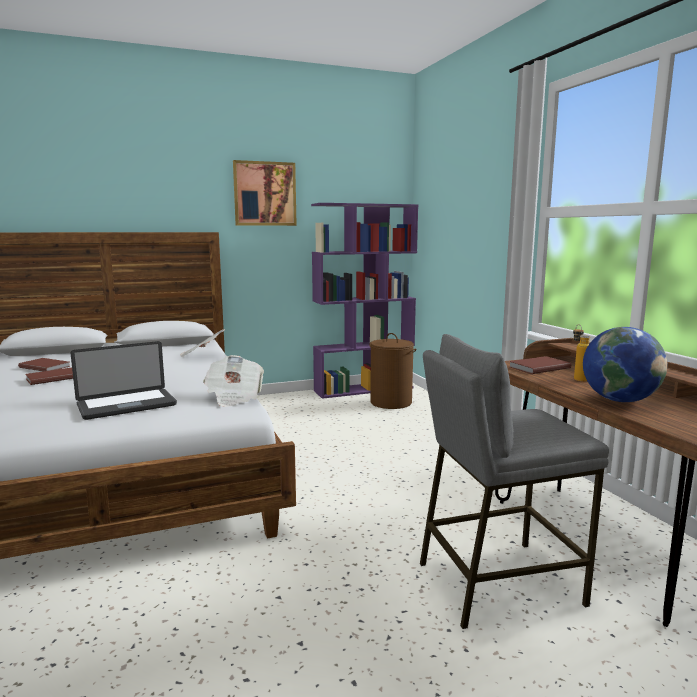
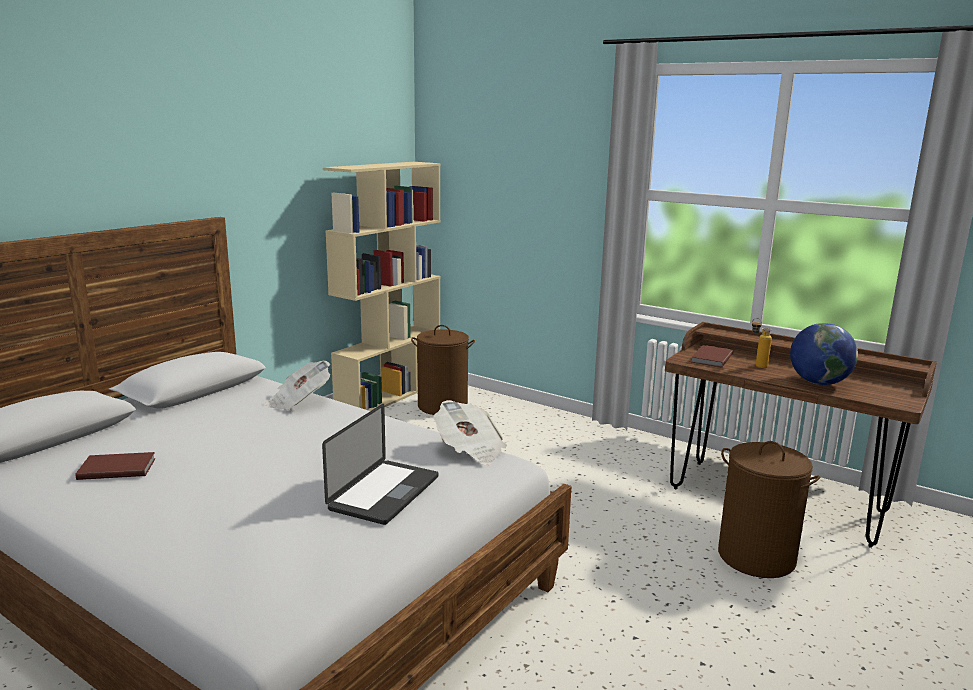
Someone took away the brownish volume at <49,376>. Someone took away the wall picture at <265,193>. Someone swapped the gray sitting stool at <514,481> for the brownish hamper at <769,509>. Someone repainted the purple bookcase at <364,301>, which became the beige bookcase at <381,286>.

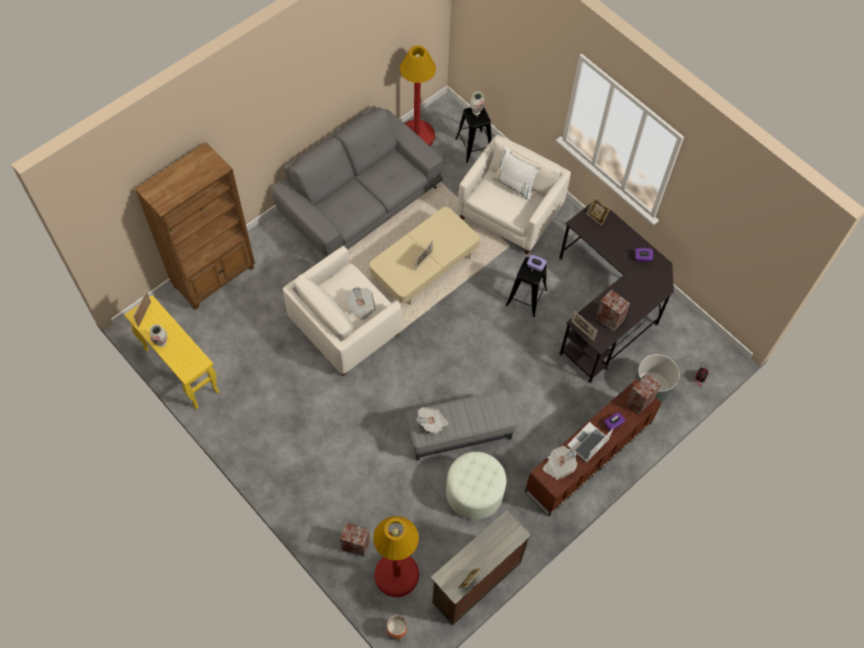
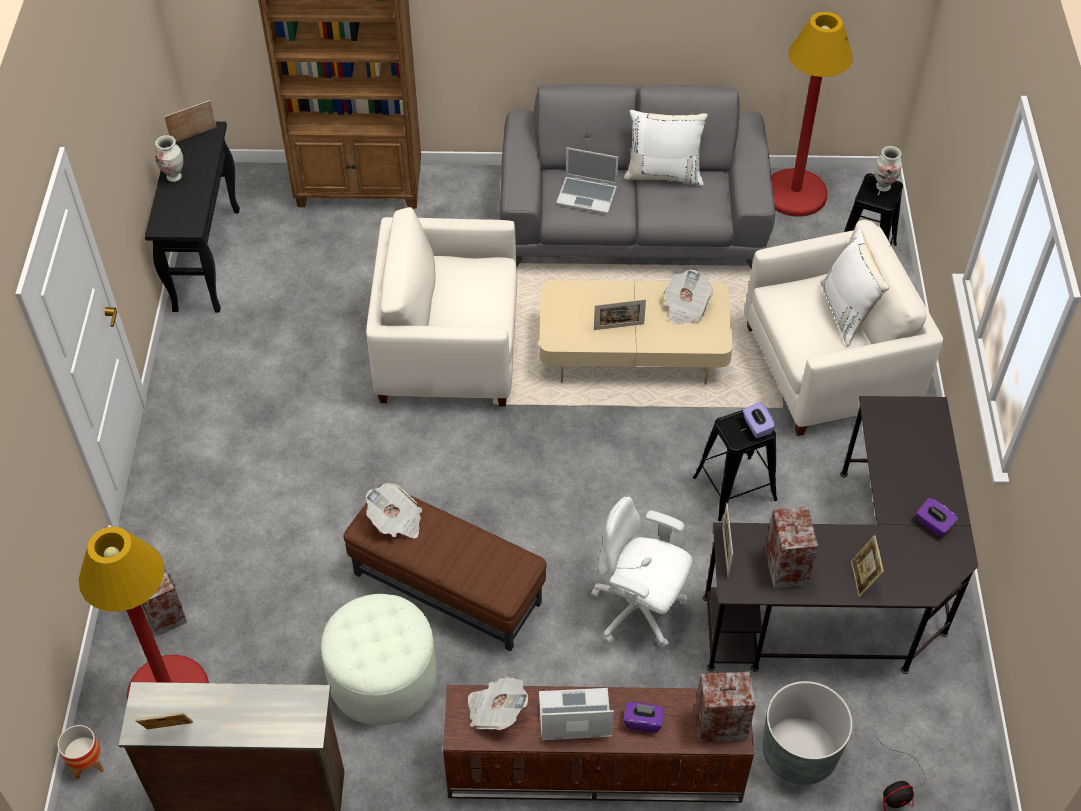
Someone put down the notebook computer at <587,180>. Someone put down the white-coloured office chair at <641,572>. Someone put down the white-coloured cushion at <665,148>. Someone carried the printed paper from <361,304> to <688,297>. Someone carried the picture frame from <598,211> to <867,566>. Someone repainted the yellow-coloured console table at <172,352>, which became the black console table at <192,217>. Someone repainted the gray ottoman at <461,425>, which became the brownish ottoman at <445,567>.

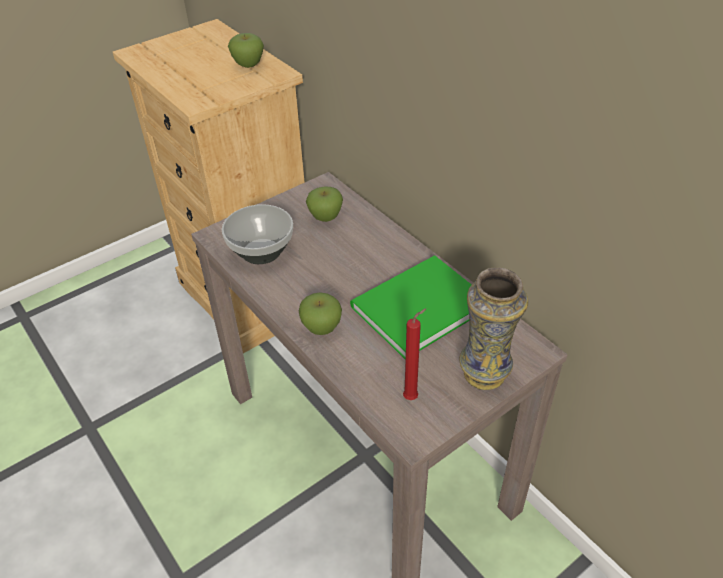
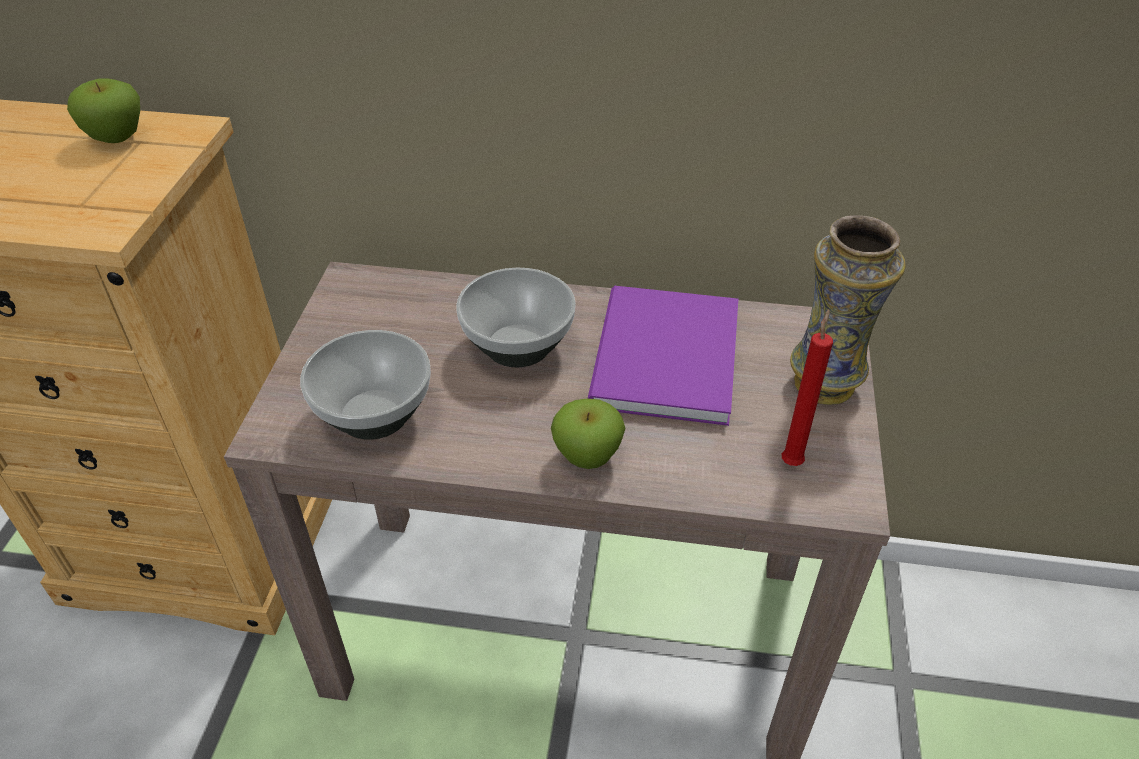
Someone took away the whole apple at <324,204>. Someone put down the deep dish at <516,318>. Someone repainted the green-coloured volume at <411,307>, which became the purple volume at <662,356>.

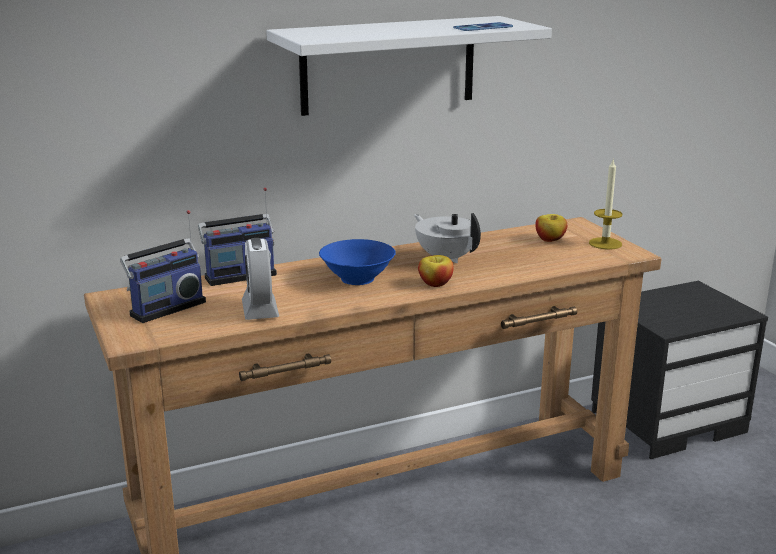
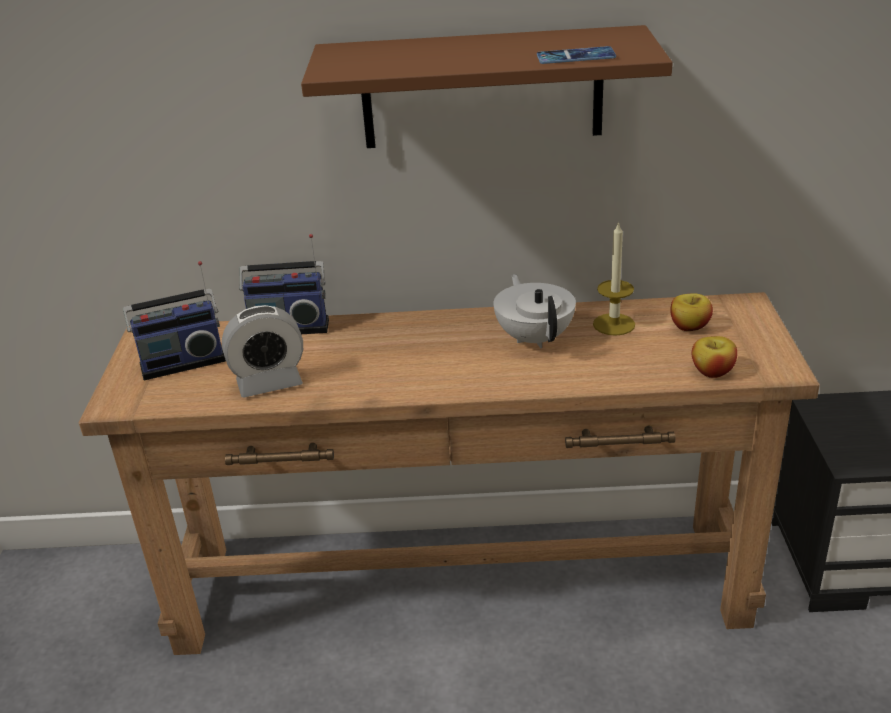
Someone took away the blue deep dish at <357,262>. Someone carried the whole apple from <435,271> to <714,357>. Someone carried the candle from <606,204> to <614,278>. Someone repainted the white-coloured wall shelf at <409,66>, which became the brownish wall shelf at <487,86>. Someone rotated the bedside clock at <260,279> by 120 degrees counterclockwise.

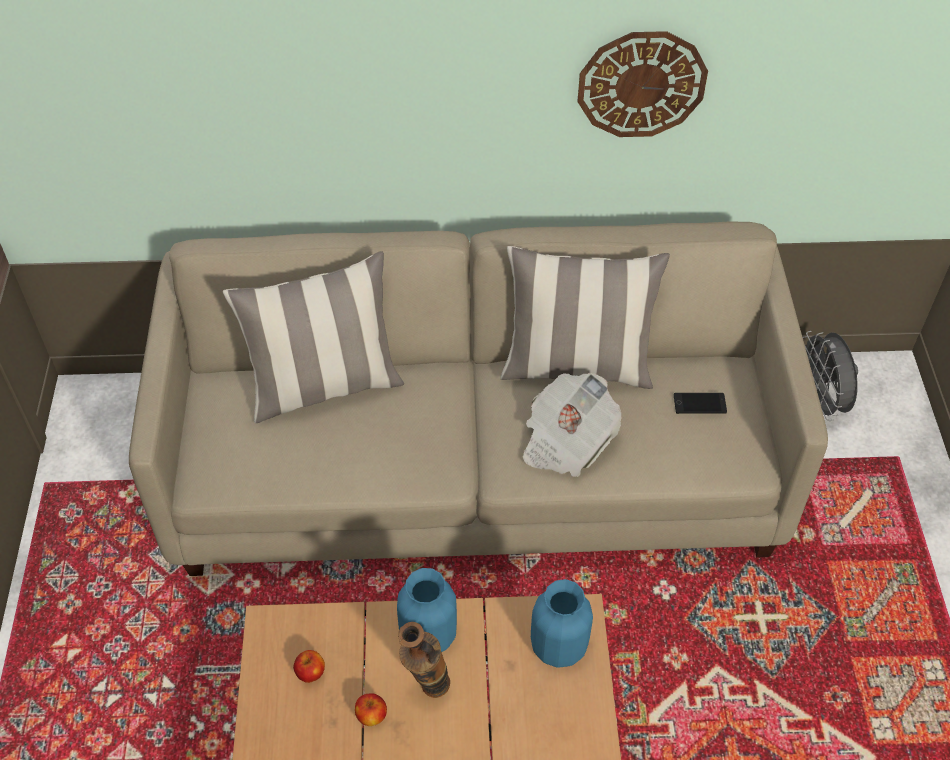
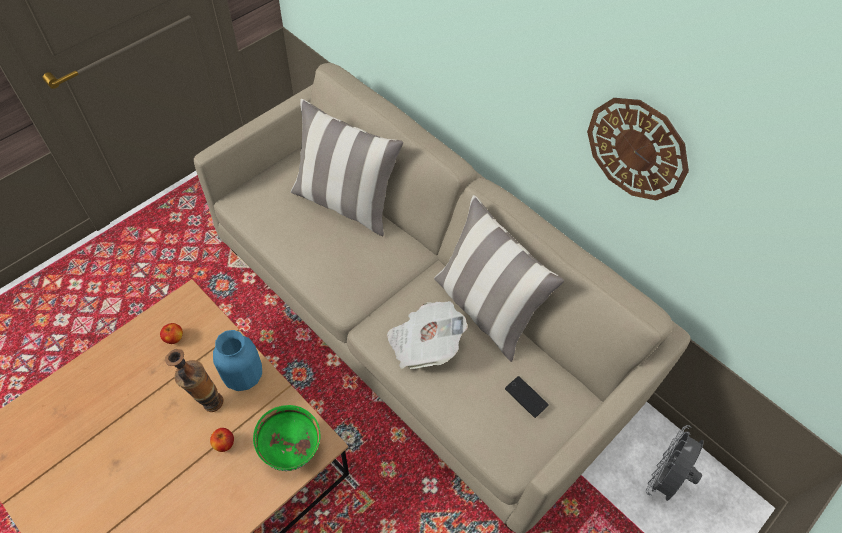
Someone carried the whole apple from <371,709> to <222,440>. Someone swapped the blue decorative vase at <562,623> for the green-coloured deep dish at <287,438>.

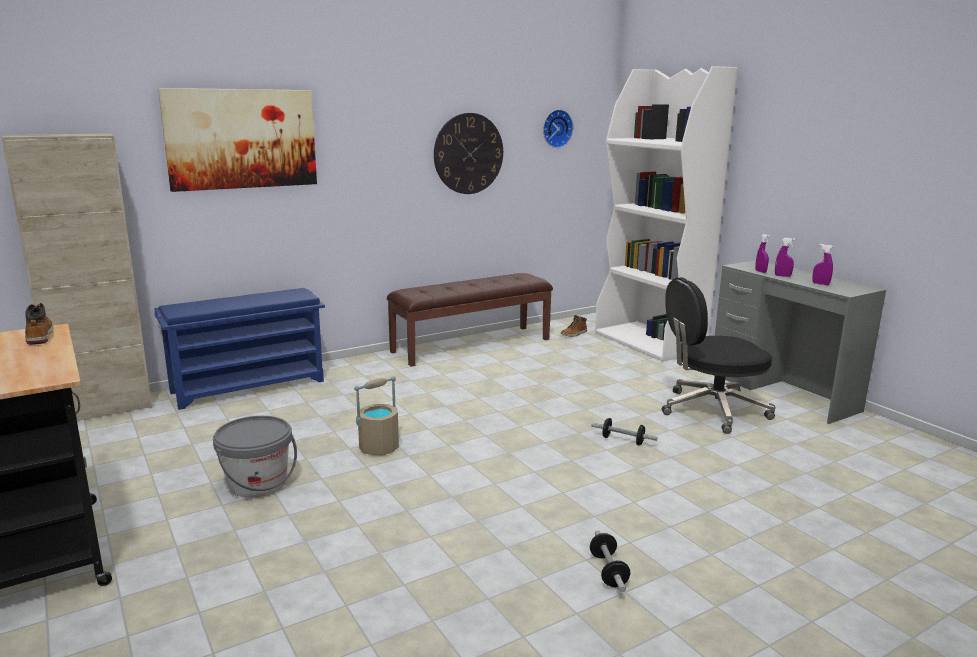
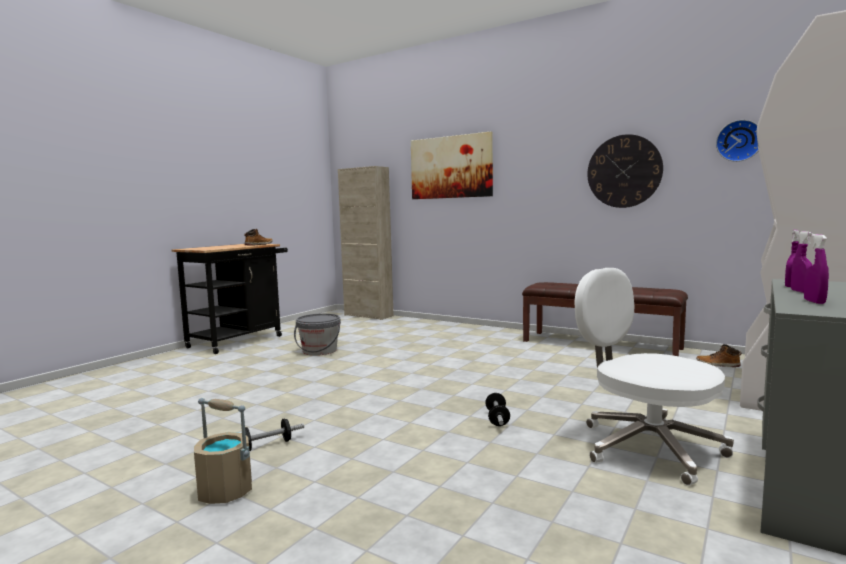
Someone took away the blue shoe shelf at <239,349>. Someone carried the beige pail from <376,415> to <223,451>. Someone repainted the black office chair at <719,355>, which became the white-coloured office chair at <654,377>.

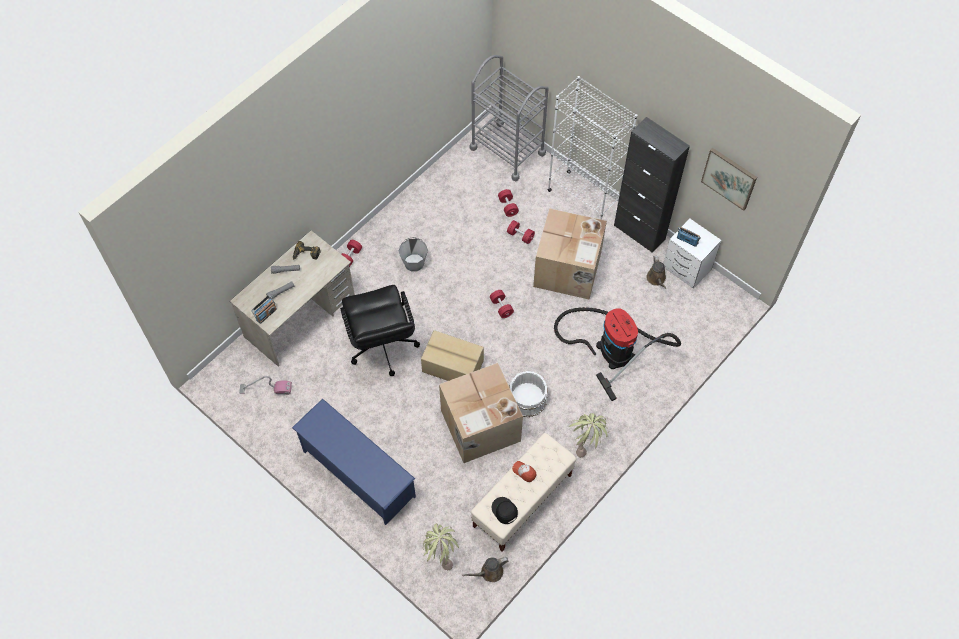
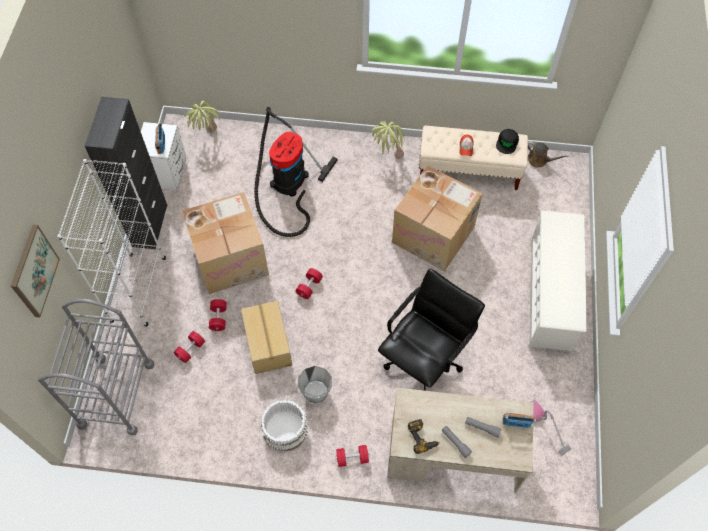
Someone took away the brownish watering can at <656,272>. Someone carried the carton from <452,355> to <266,337>. Someone carried the plant in a pot from <441,546> to <203,117>. Someone carried the white-coloured pail from <528,394> to <284,426>. Someone carried the wall picture from <729,179> to <35,271>. Someone repainted the blue shoe shelf at <354,462>, which became the white-coloured shoe shelf at <558,280>.

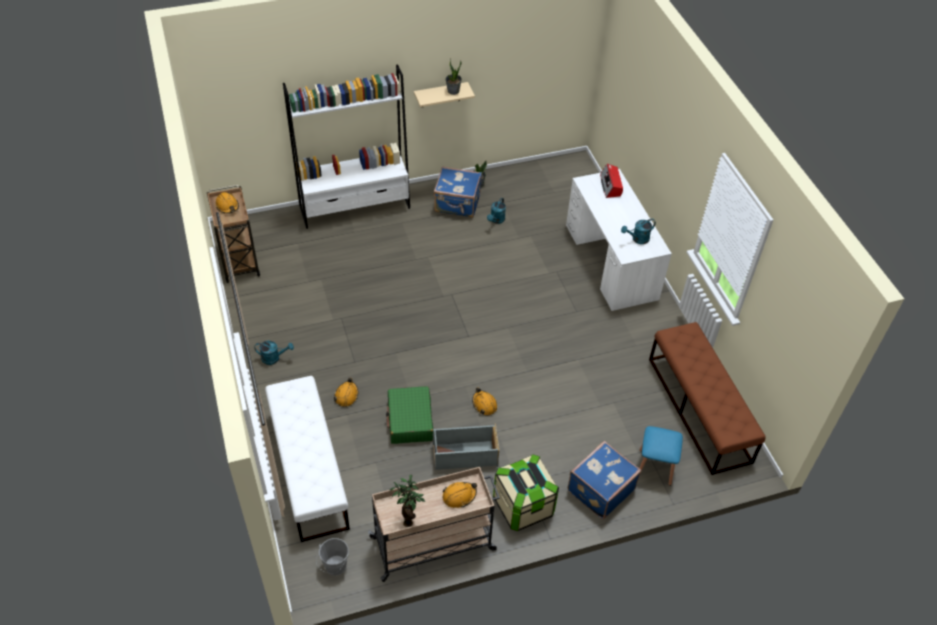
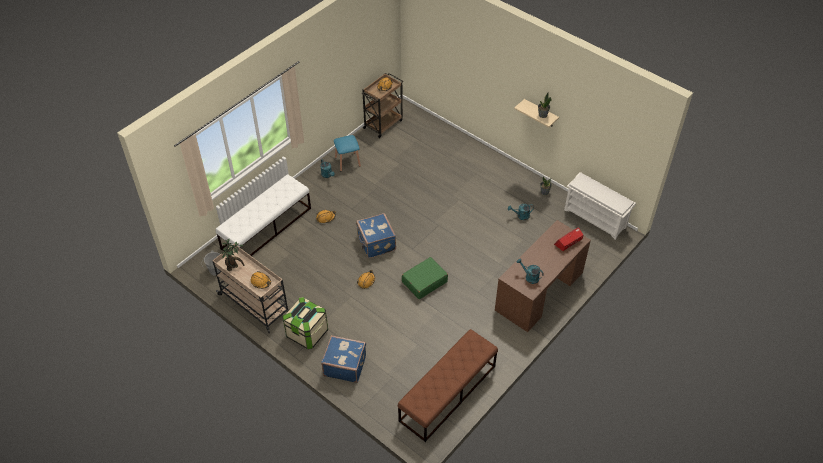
Someone took away the white-coloured bookcase at <346,146>. Someone took away the gray storage bin at <466,447>. Someone put down the white-coloured shoe shelf at <600,206>. Someone carried the green-coloured suitcase from <409,415> to <425,278>. Someone carried the blue suitcase from <458,192> to <376,235>. Someone carried the blue sitting stool from <661,456> to <347,153>. Someone repainted the white-coloured desk unit at <619,240>, which became the brownish desk unit at <543,276>.

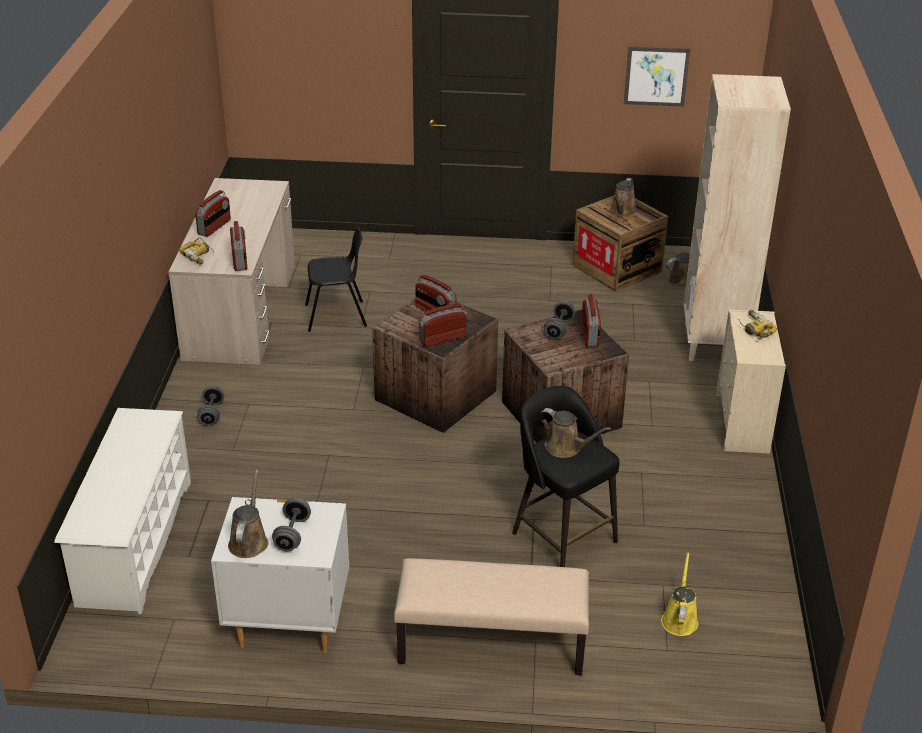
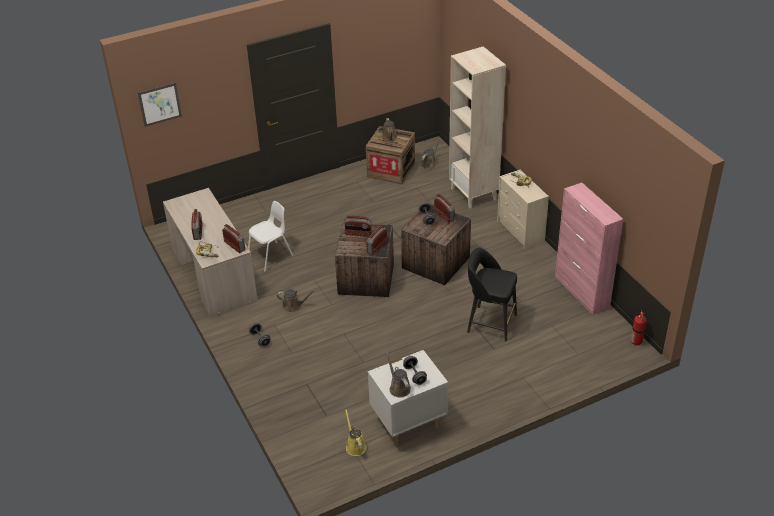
Someone took away the white-coloured shoe shelf at <122,511>. Someone took away the beige bench at <491,616>. Someone put down the pink cupboard at <589,249>. Someone put down the fire extinguisher at <639,327>. Someone carried the brownish watering can from <576,433> to <296,301>. Someone carried the wall picture from <657,76> to <160,105>. Someone carried the yellow-coloured watering can from <679,594> to <356,432>. Someone repainted the black upright chair at <336,279>, which became the white-coloured upright chair at <270,236>.

